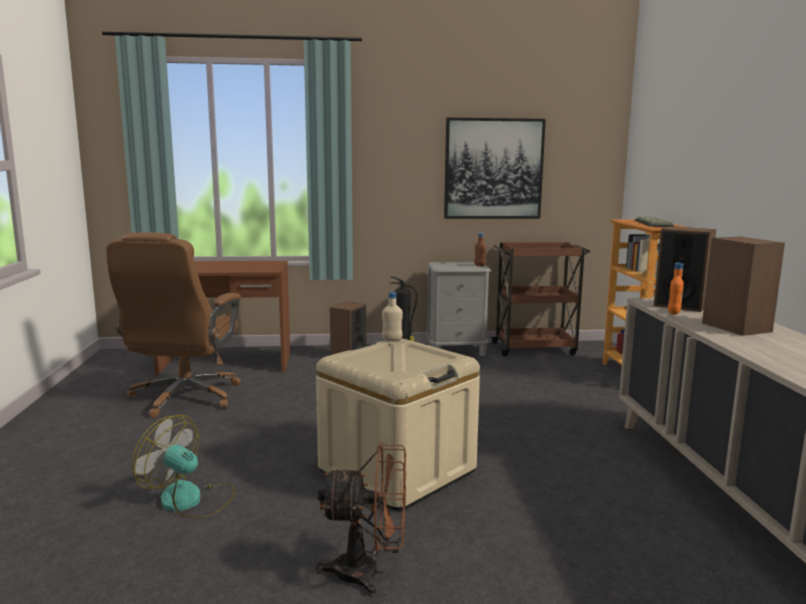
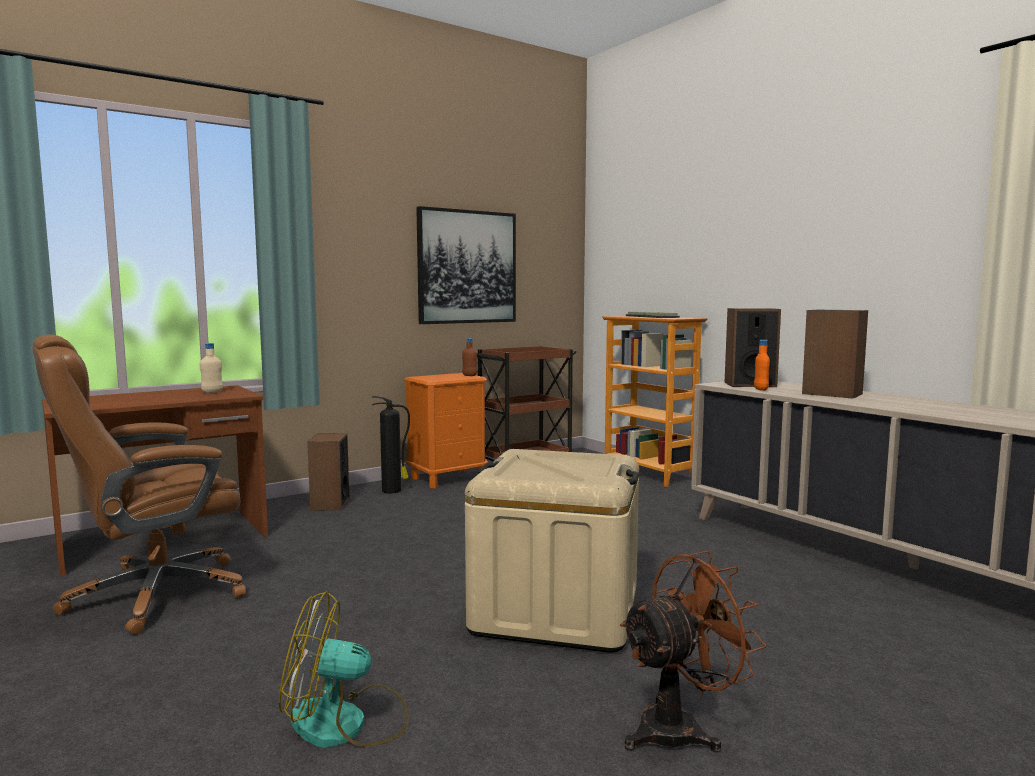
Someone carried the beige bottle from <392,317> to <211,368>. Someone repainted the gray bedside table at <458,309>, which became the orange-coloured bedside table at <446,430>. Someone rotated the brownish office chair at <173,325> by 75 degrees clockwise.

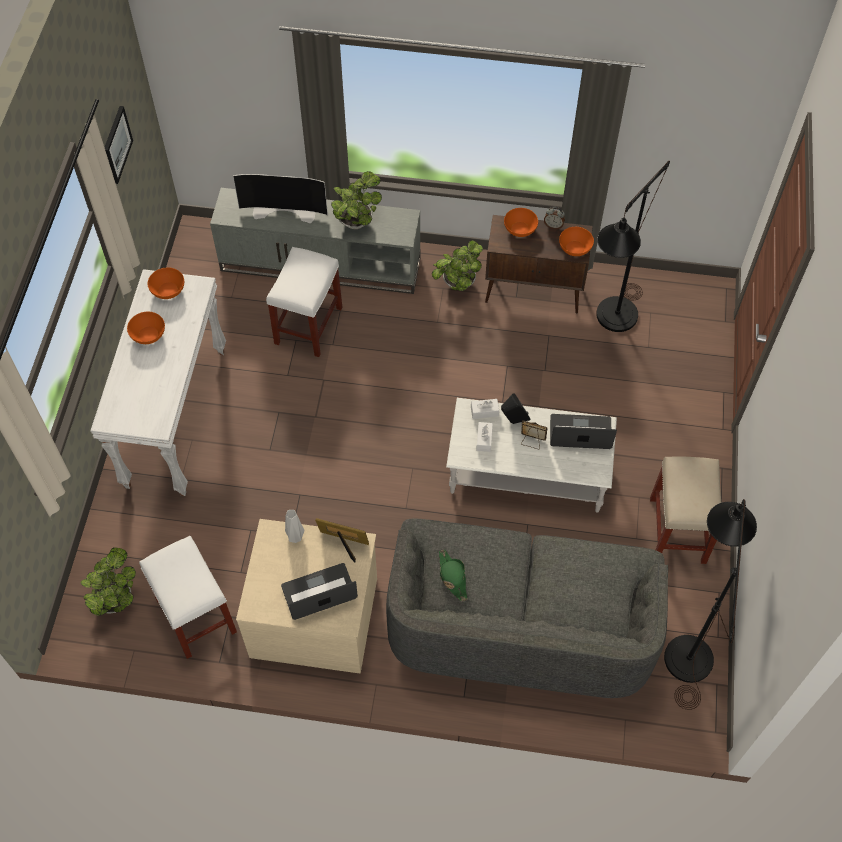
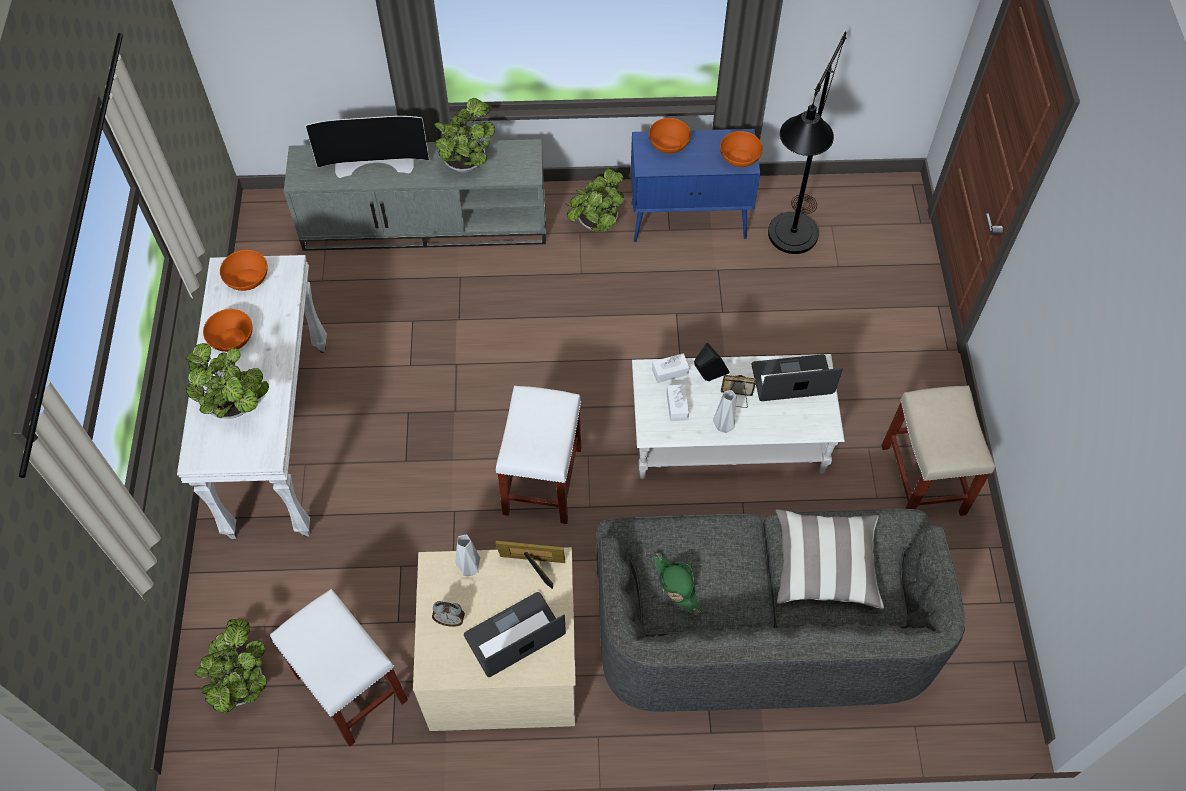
Someone took away the wall picture at <119,145>. Someone took away the black standing lamp at <710,604>. Someone put down the plant in a pot at <227,381>. Someone put down the gray decorative vase at <724,411>. Someone put down the cushion at <829,559>. Someone carried the white-coloured sitting stool from <304,302> to <538,455>. Someone carried the bedside clock from <554,218> to <448,614>. Someone repainted the brownish cupboard at <539,264>, which became the blue cupboard at <695,185>.

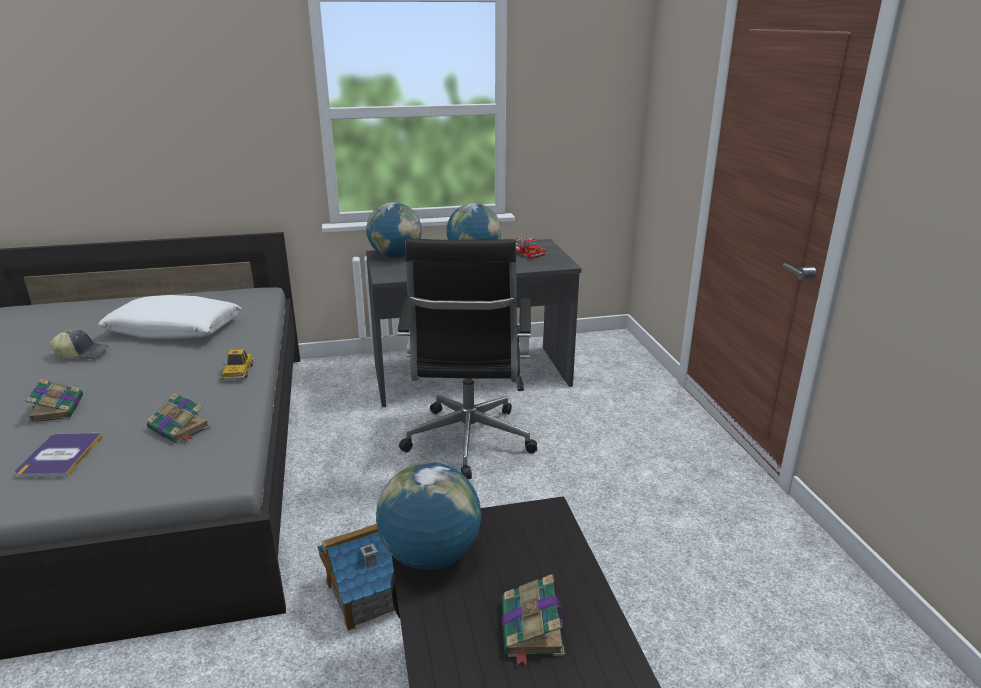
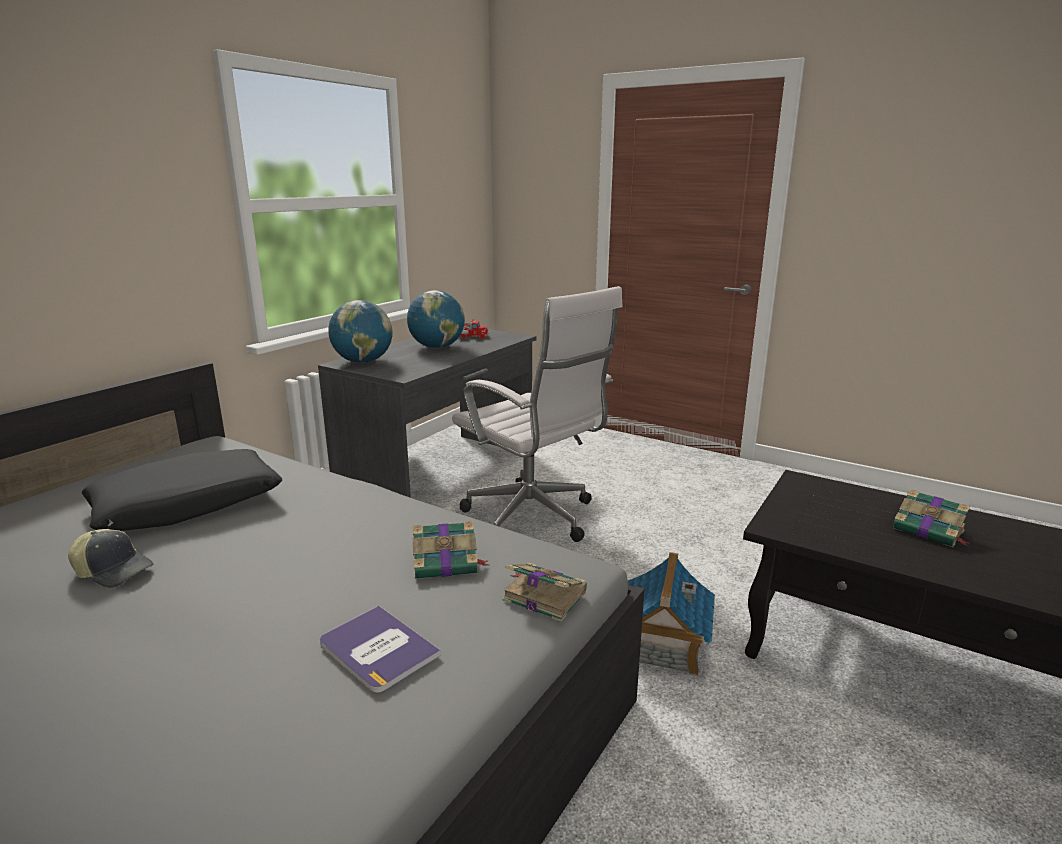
Someone took away the model car at <237,364>. Someone took away the globe at <428,516>. Someone carried the volume from <54,401> to <544,592>. Someone repainted the white-coloured cushion at <170,317>, which became the black cushion at <182,490>. Someone repainted the black office chair at <467,358>, which became the white-coloured office chair at <537,414>. Someone rotated the peaked cap at <79,344> by 75 degrees clockwise.

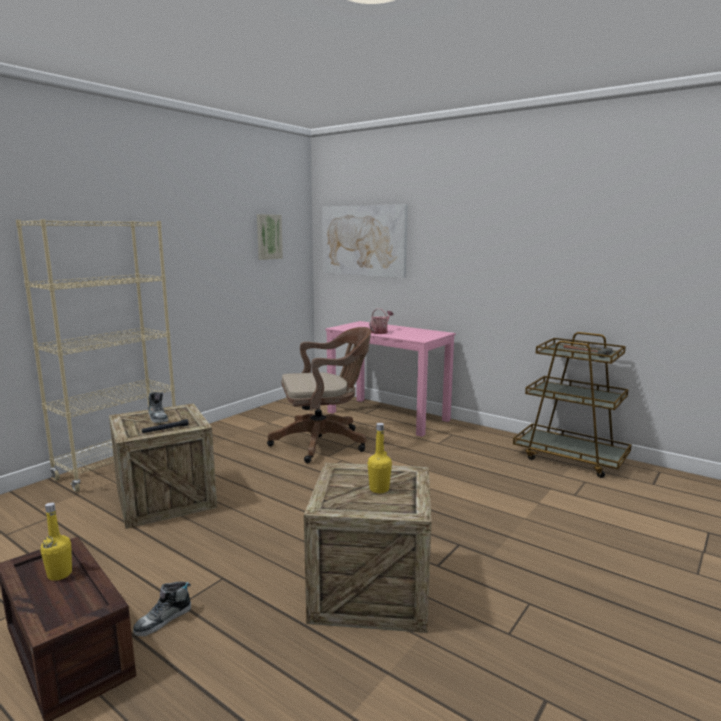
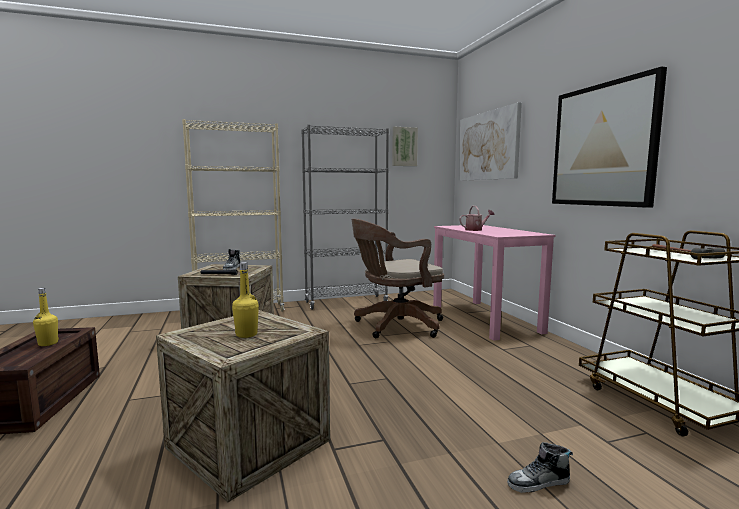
Someone put down the gray bookcase at <345,217>. Someone put up the wall picture at <609,137>. Someone carried the low shoe from <162,609> to <540,467>. Someone rotated the brownish office chair at <319,395> by 135 degrees clockwise.

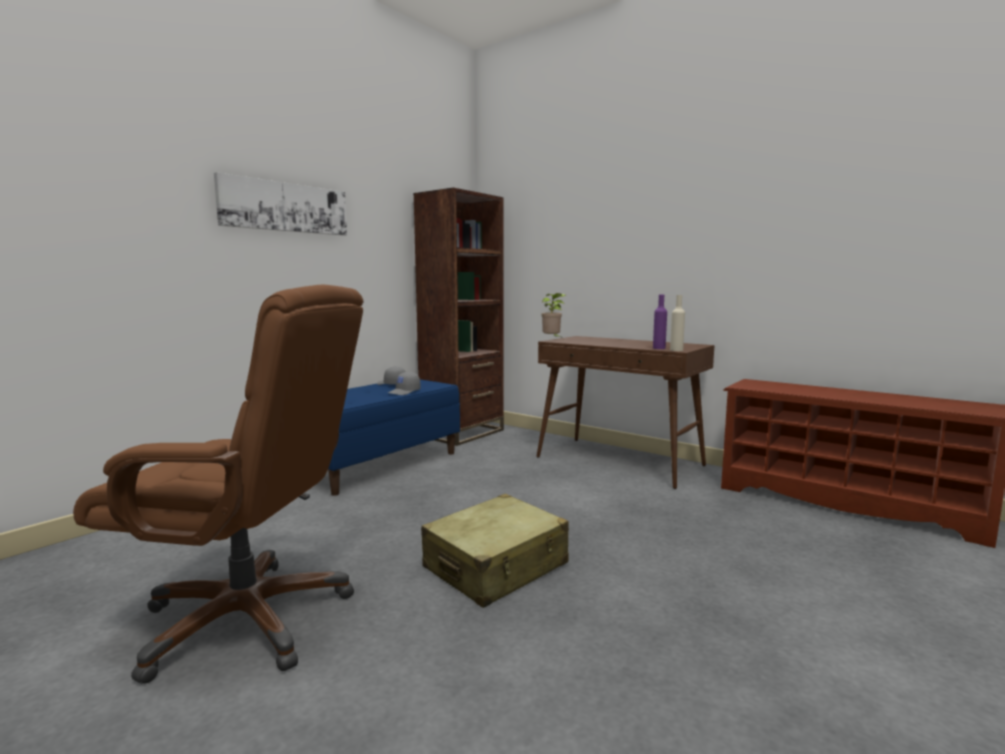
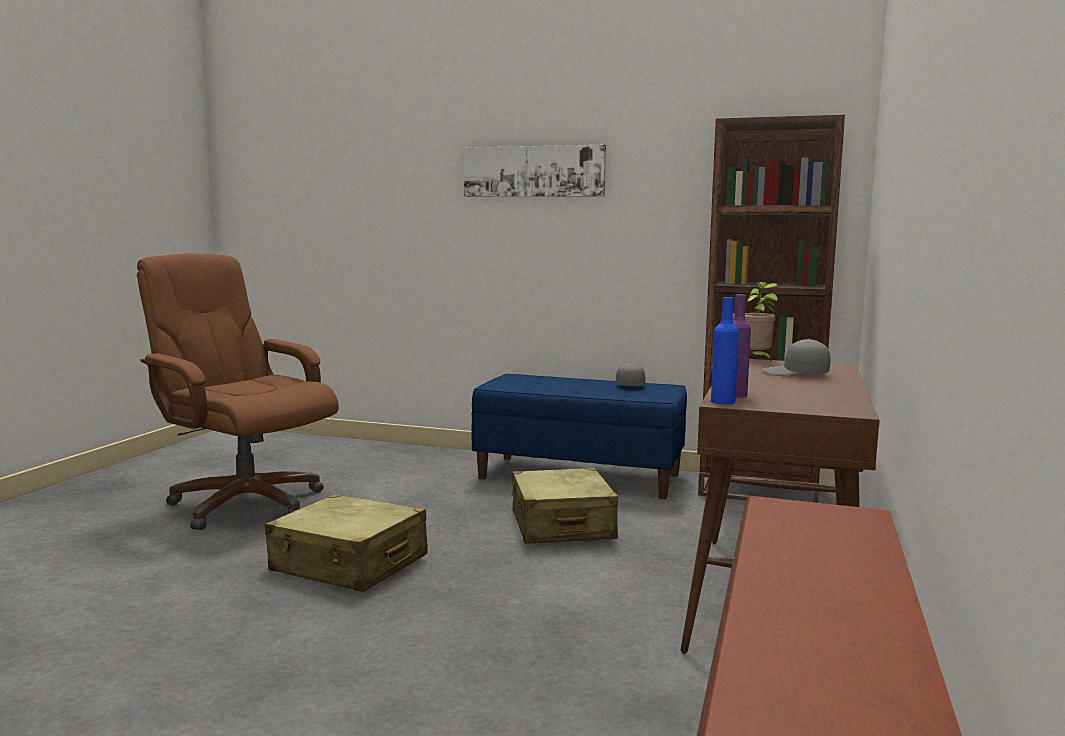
Someone put down the beige suitcase at <564,506>. Someone carried the gray peaked cap from <404,383> to <796,357>. Someone repainted the beige bottle at <677,323>, which became the blue bottle at <725,350>. Someone rotated the brownish office chair at <218,484> by 135 degrees clockwise.

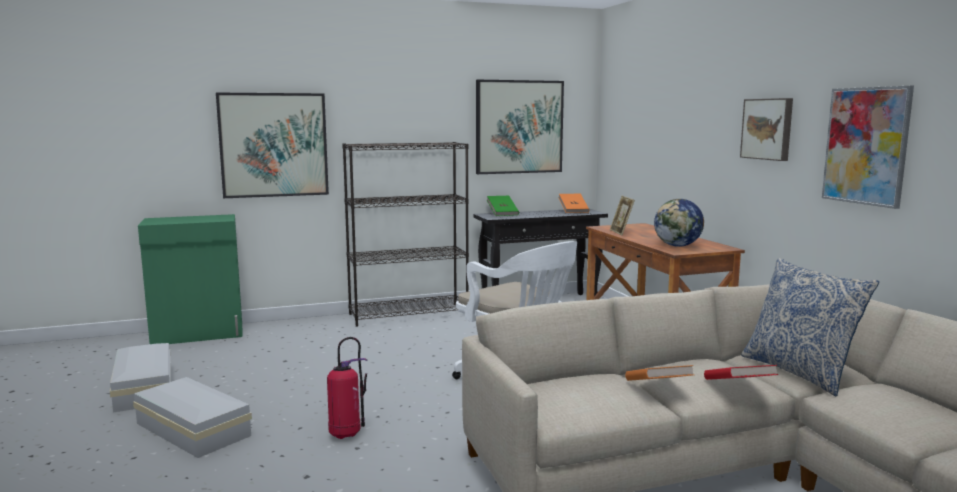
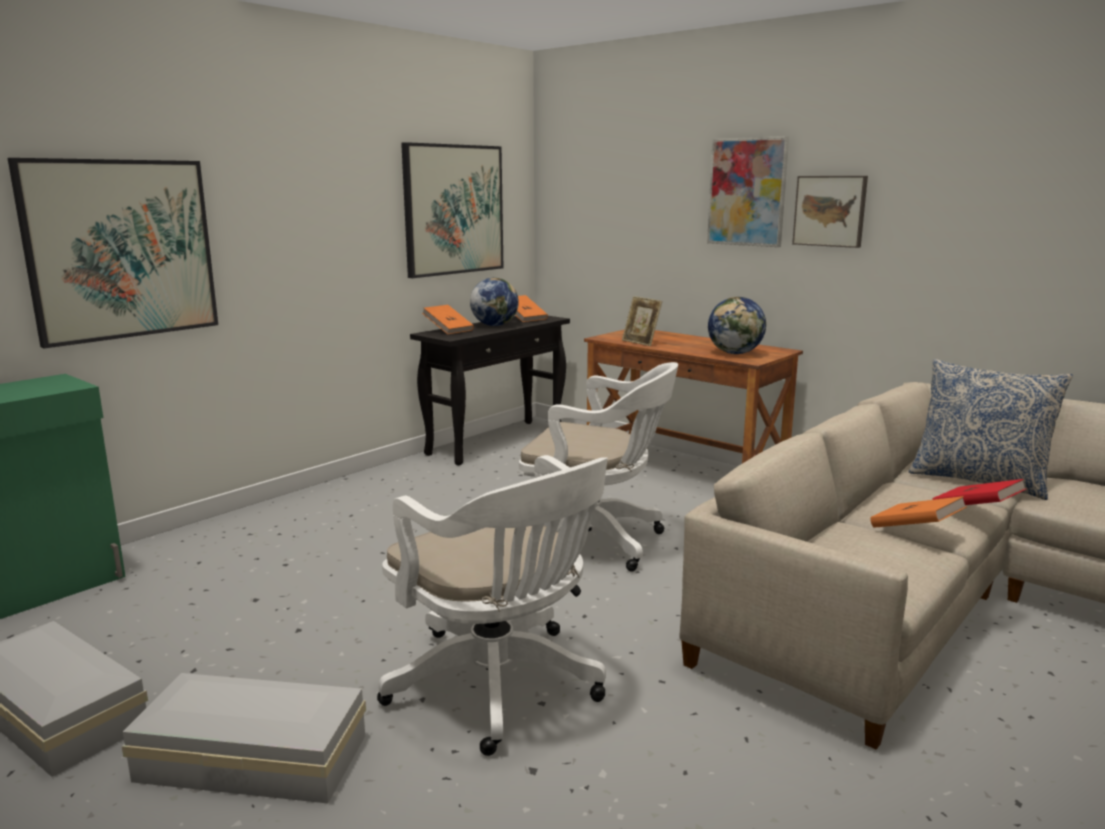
Someone took away the black bookcase at <405,234>. Someone put down the globe at <494,302>. Someone carried the wall picture from <868,147> to <748,191>. Someone swapped the fire extinguisher at <347,388> for the white-coloured office chair at <492,605>. Someone repainted the green-coloured volume at <503,206>, which became the orange-coloured volume at <448,319>.

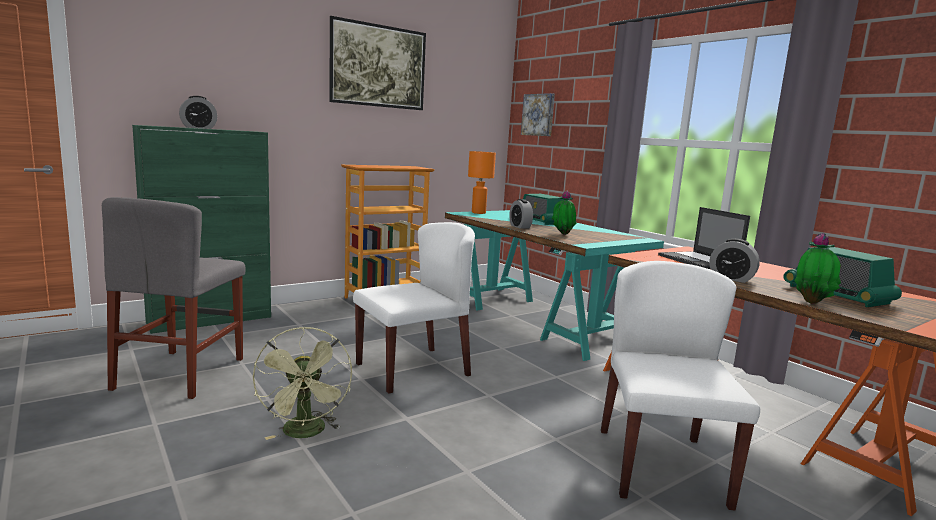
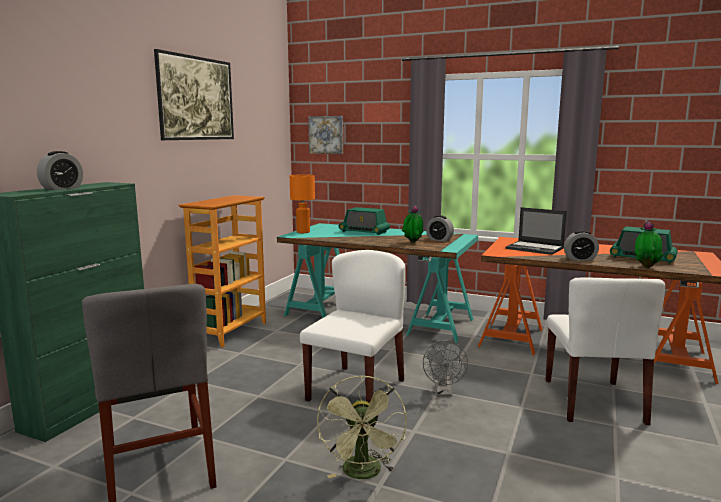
Someone put down the gray fan at <445,369>. Someone carried the bedside clock from <521,214> to <440,228>. Someone rotated the green-coloured fan at <302,383> by 45 degrees clockwise. Someone rotated the white-coloured upright chair at <680,385> by 150 degrees counterclockwise.

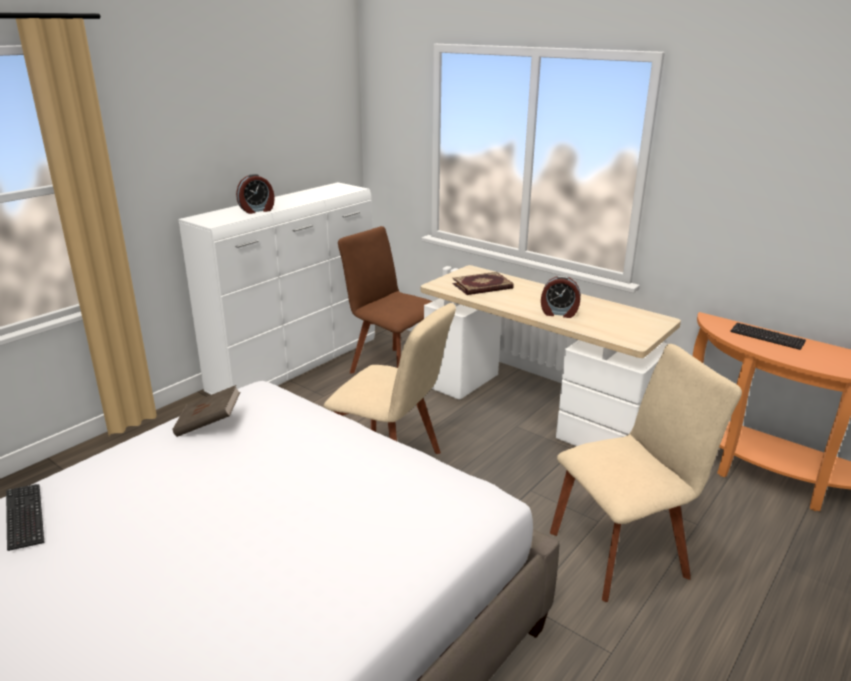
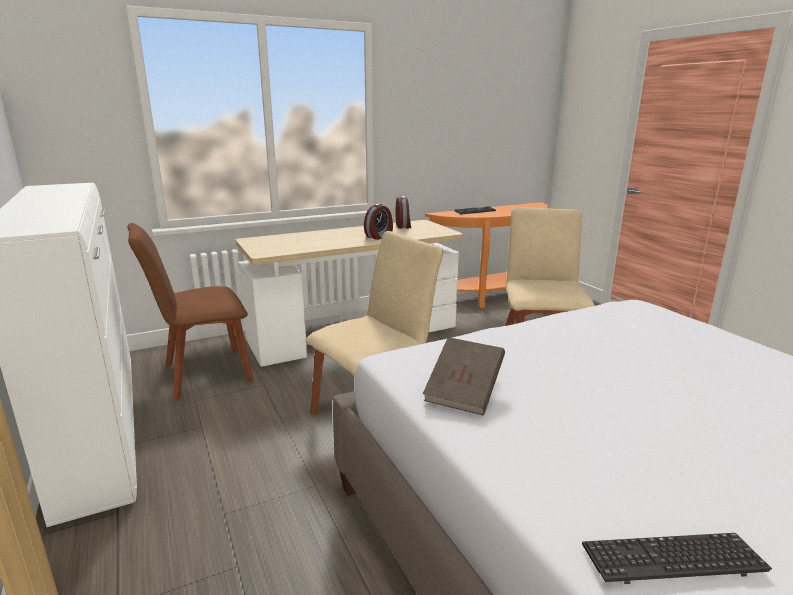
Someone took away the volume at <483,283>. Someone carried the bedside clock from <255,194> to <403,212>.

